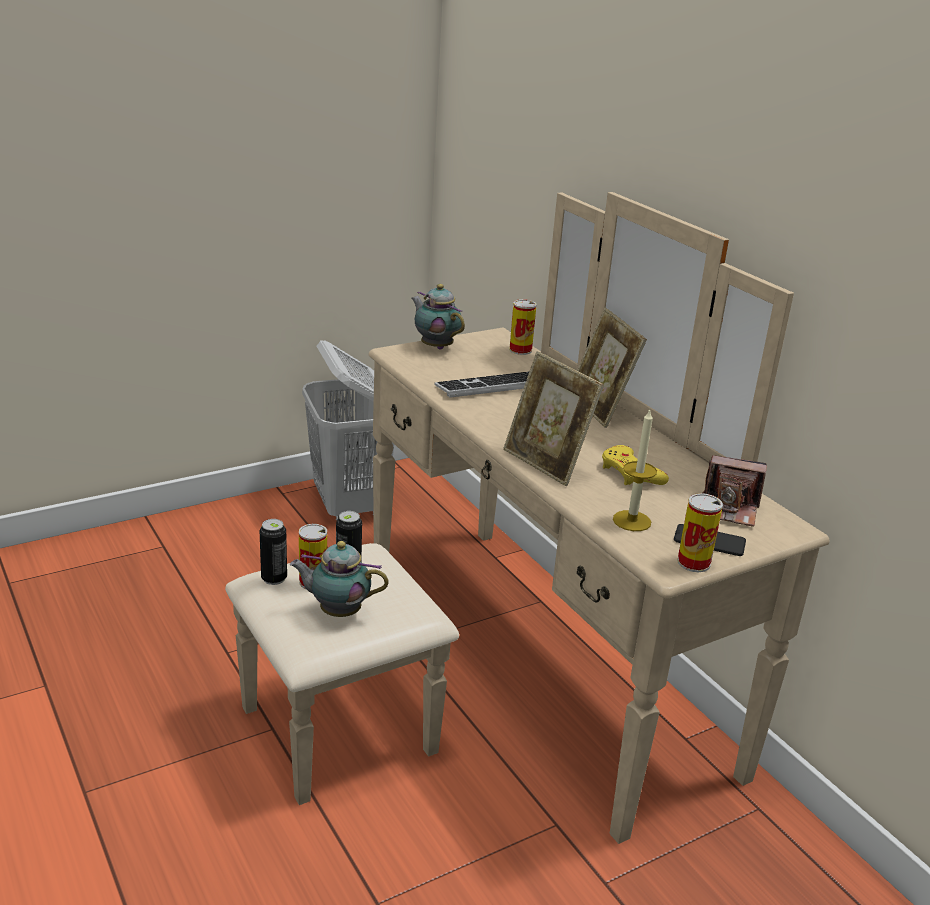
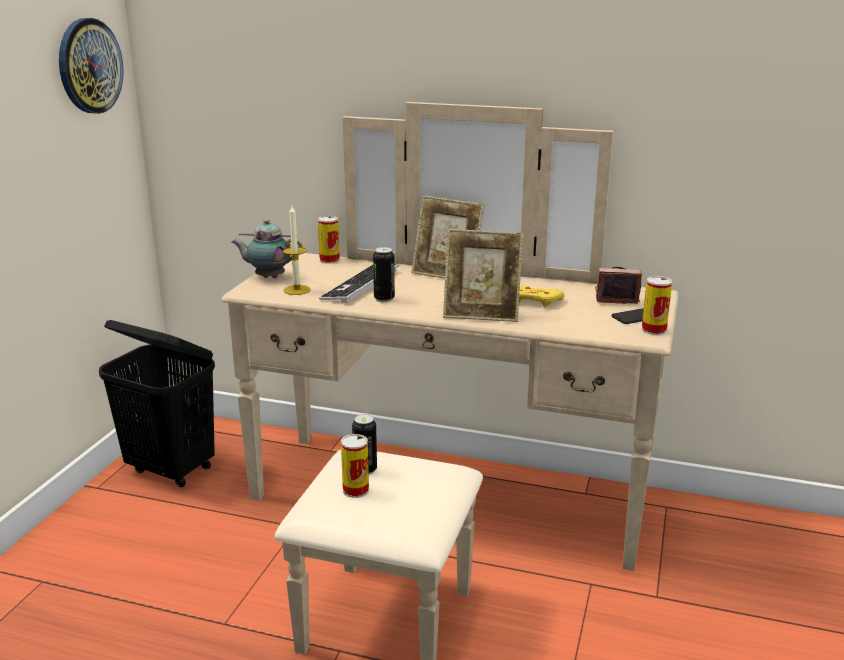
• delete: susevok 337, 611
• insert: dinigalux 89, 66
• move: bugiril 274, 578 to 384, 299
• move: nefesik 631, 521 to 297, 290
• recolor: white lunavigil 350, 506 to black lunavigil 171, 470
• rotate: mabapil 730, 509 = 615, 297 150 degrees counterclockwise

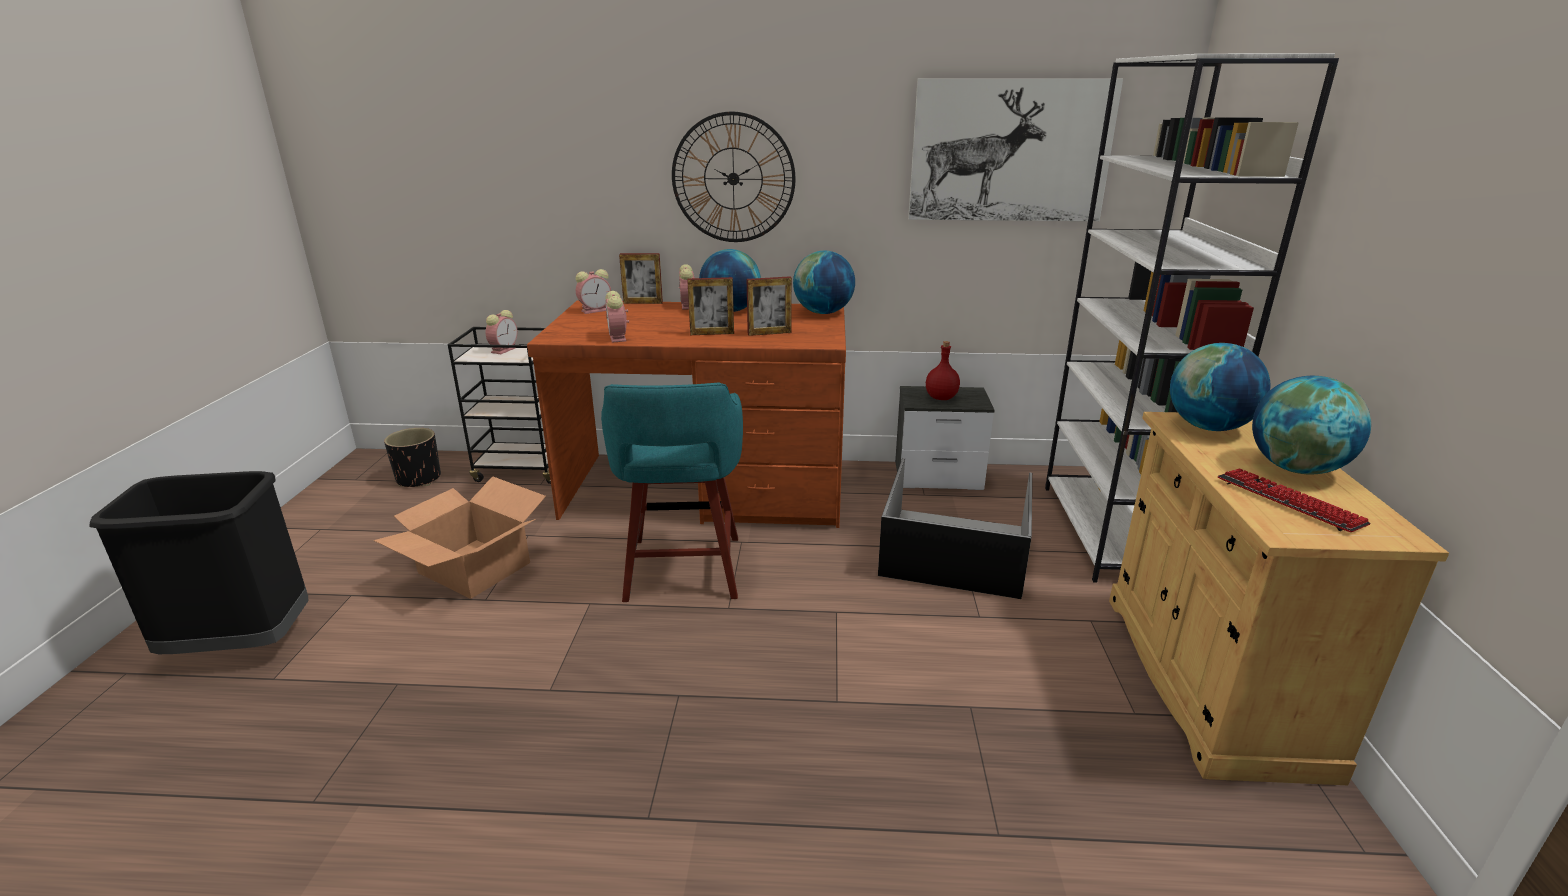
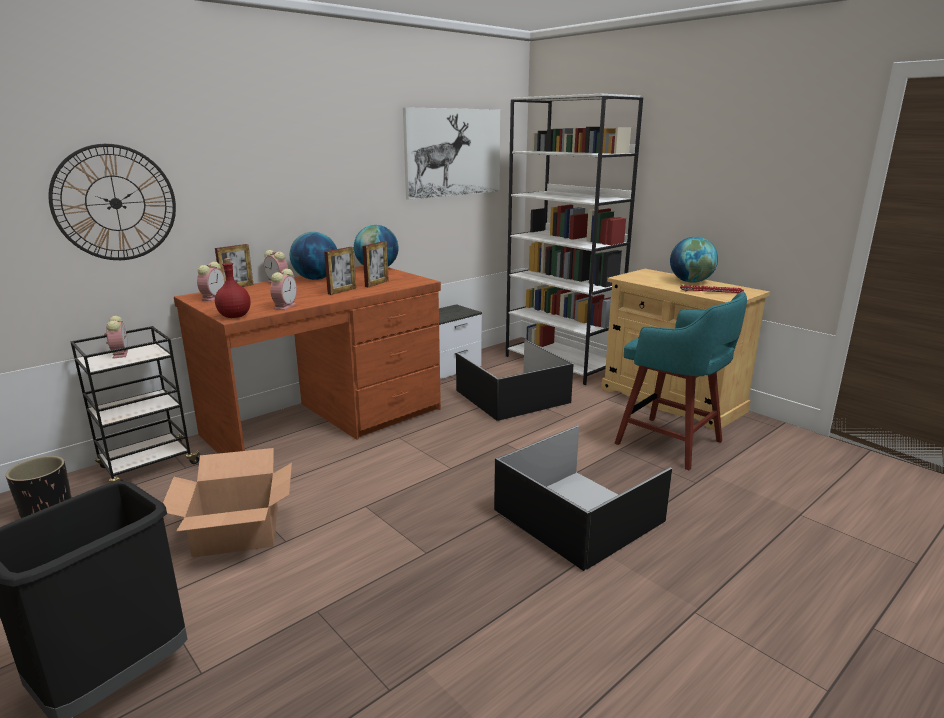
• delete: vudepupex 1208, 427
• insert: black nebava 580, 516
• move: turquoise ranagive 682, 571 to 672, 444
• move: dinigalux 733, 178 to 115, 203
• move: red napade 941, 398 to 234, 316
• rotate: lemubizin 618, 338 = 285, 306 105 degrees counterclockwise

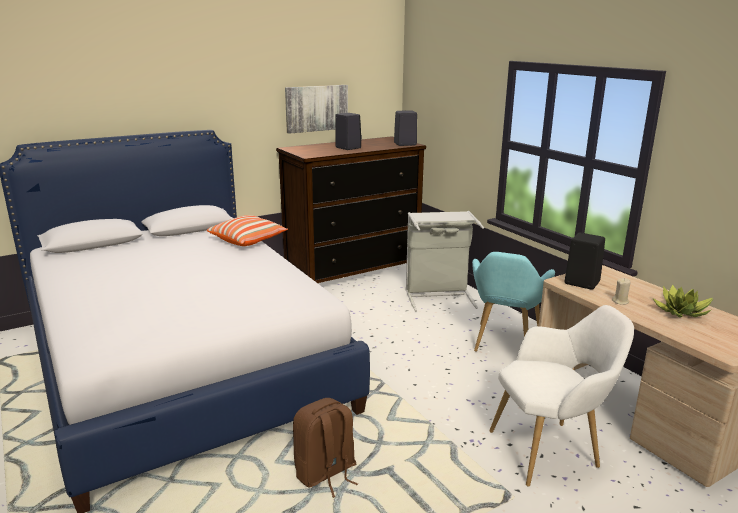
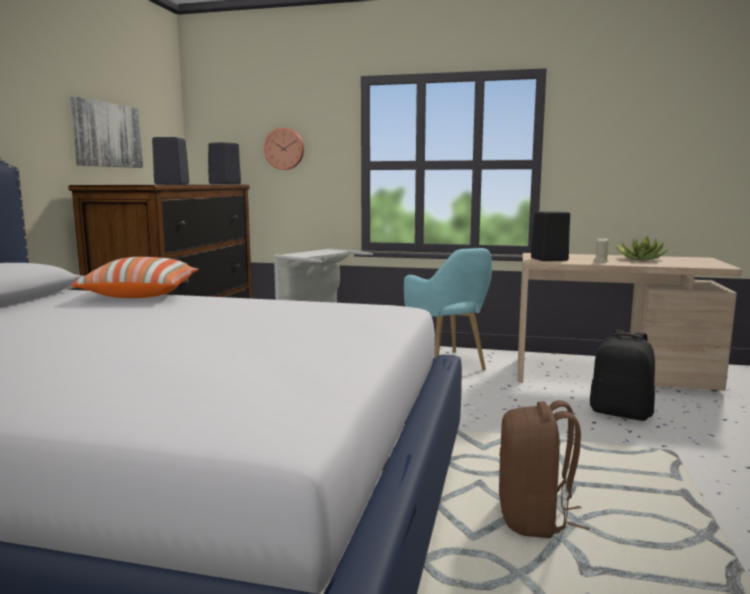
• insert: dinigalux 284, 149
• replace: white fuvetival 551, 450 to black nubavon 621, 413

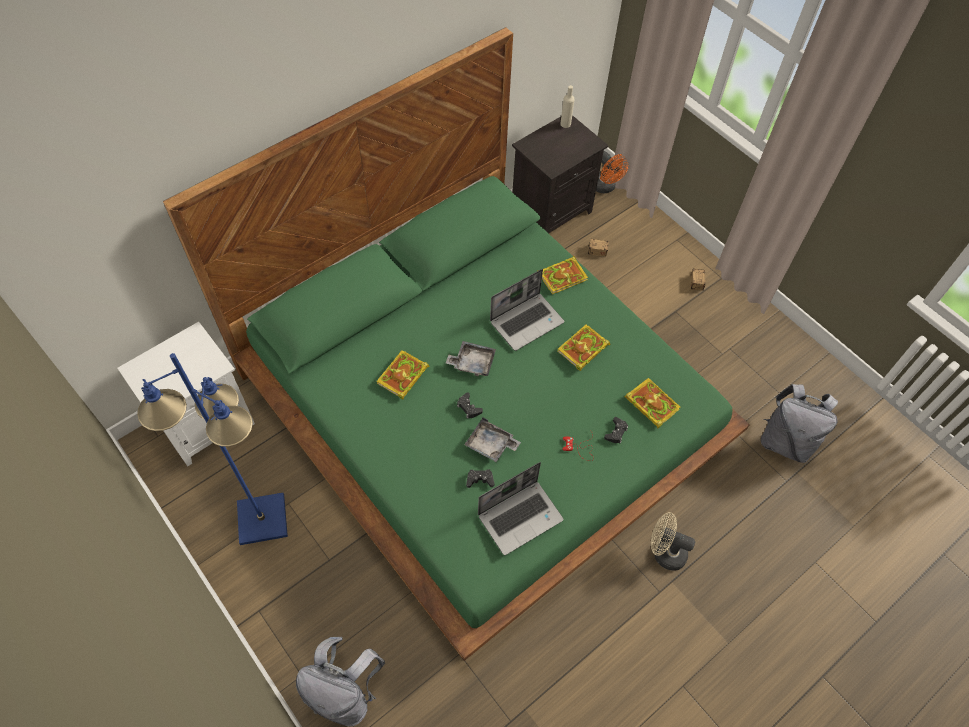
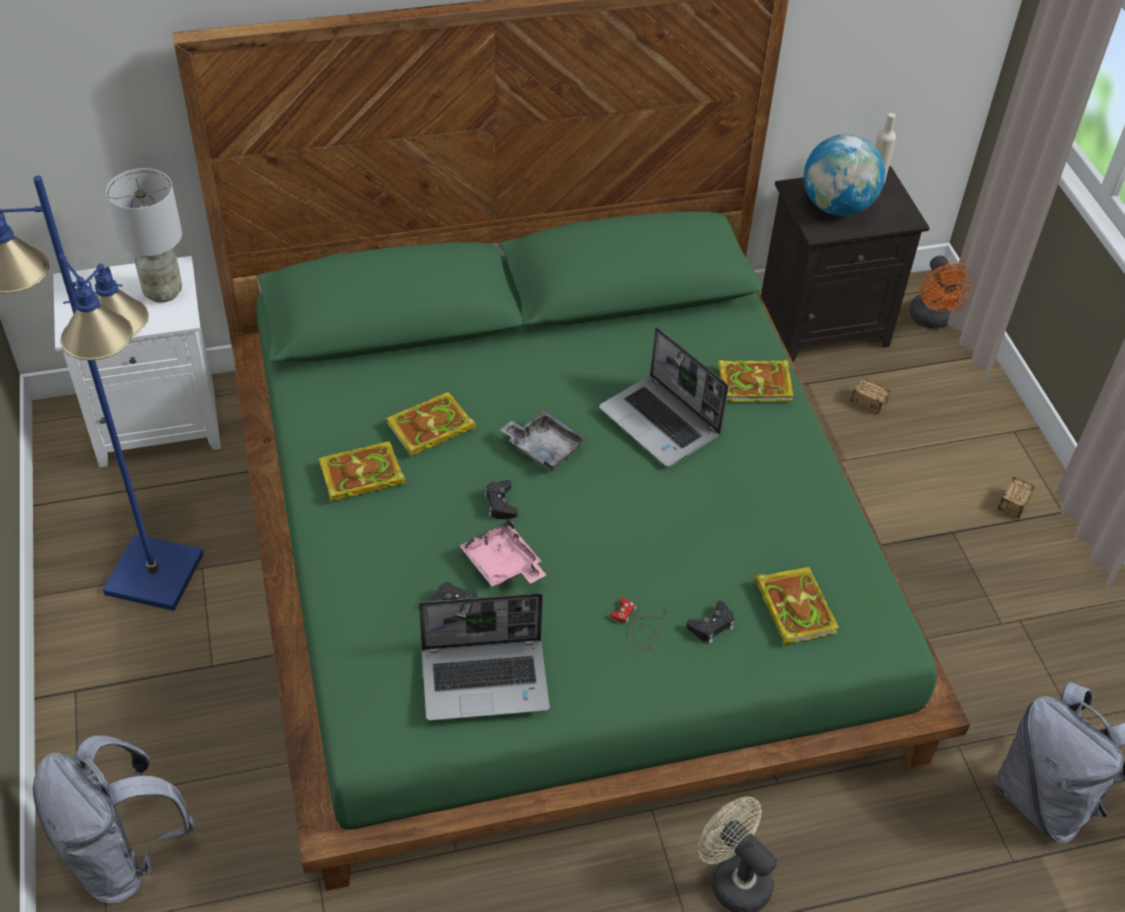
• insert: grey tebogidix 163, 292
• insert: vudepupex 837, 207
• move: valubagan 582, 350 to 360, 476
• recolor: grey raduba 491, 444 to pink raduba 502, 565
• rotate: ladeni 527, 321 = 661, 423 60 degrees clockwise

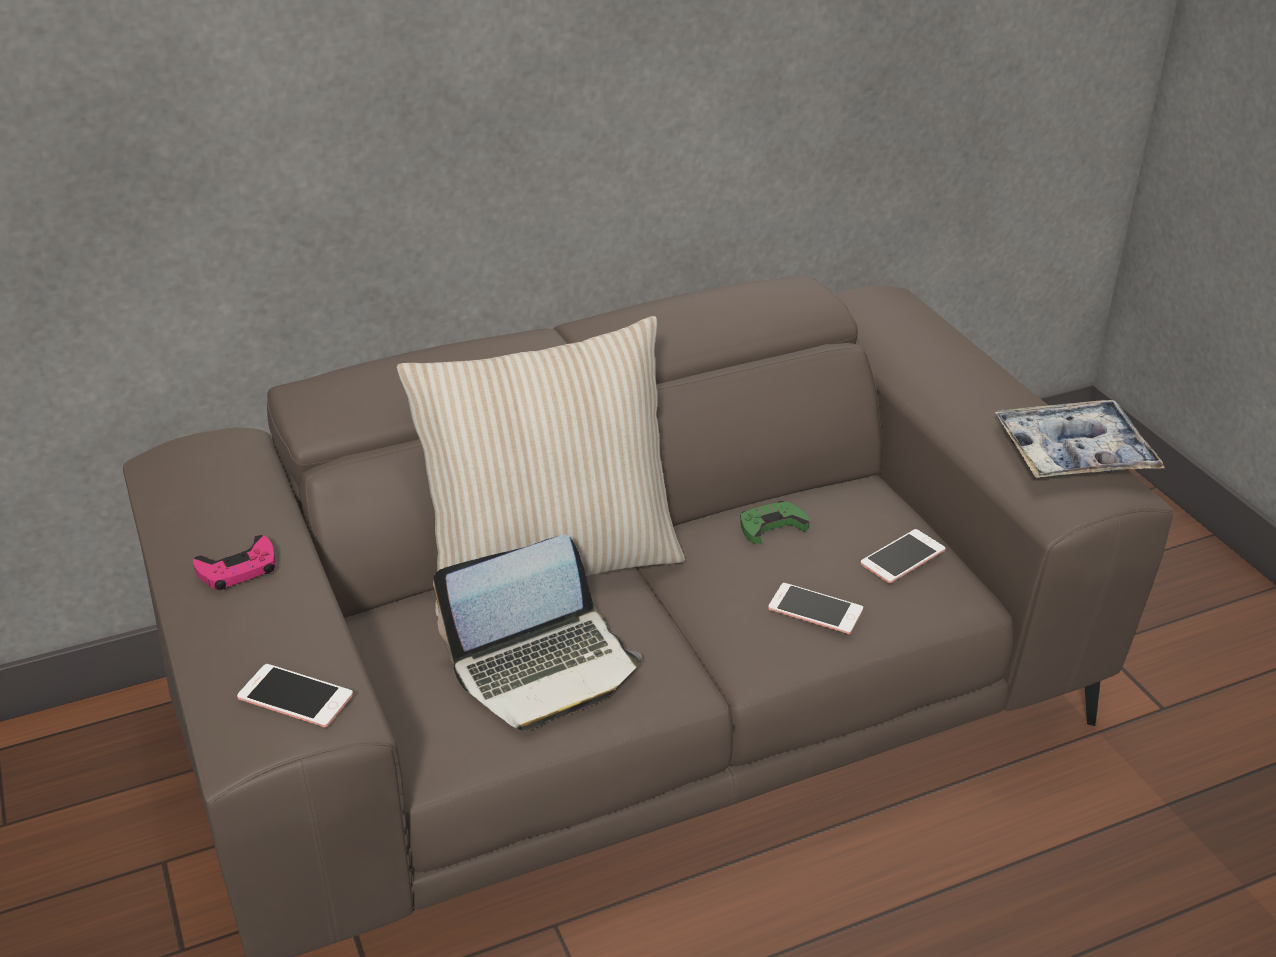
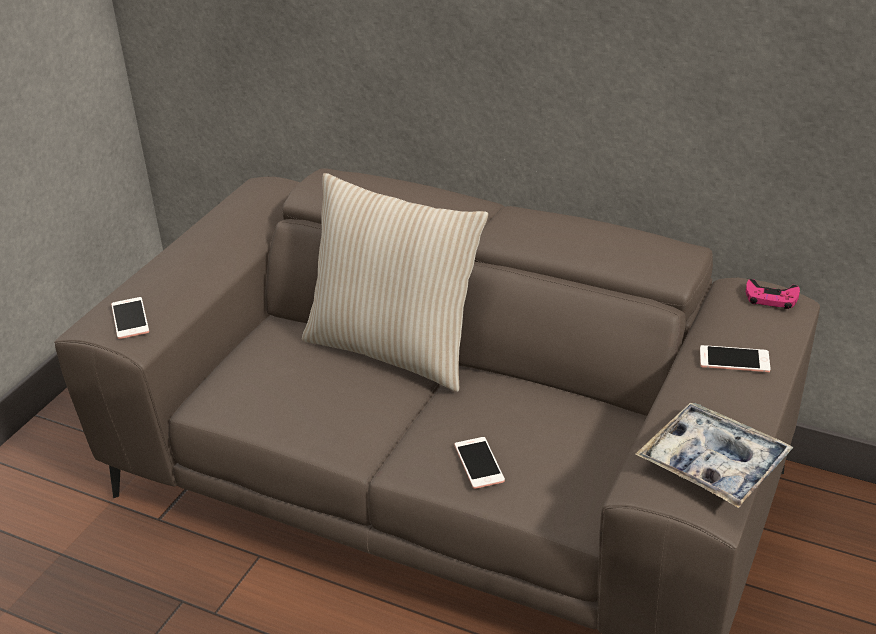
• delete: ladeni 544, 667
• delete: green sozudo 771, 526
• move: pink sozudo 238, 569 to 771, 298
• move: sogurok 902, 557 to 734, 360

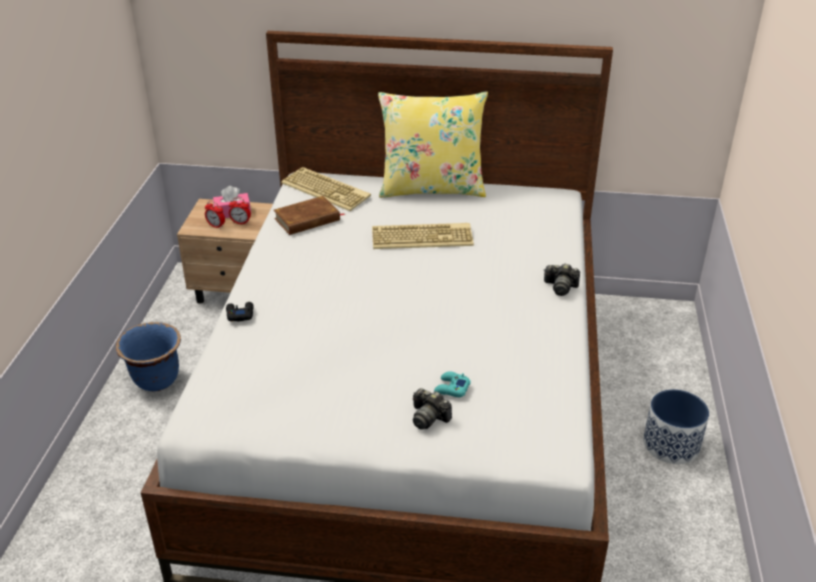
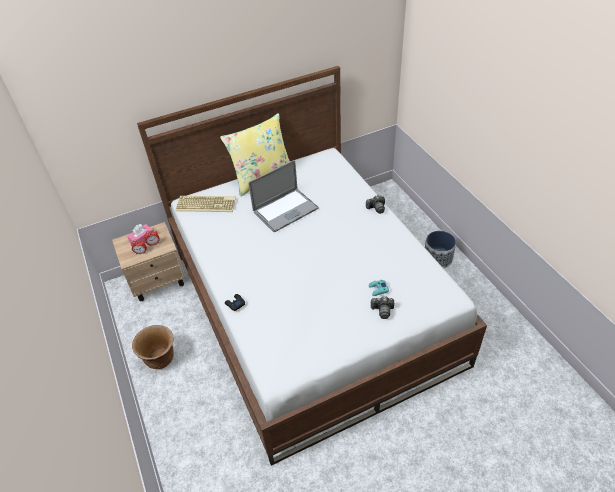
• delete: brown valubagan 307, 219
• replace: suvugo 423, 237 to ladeni 285, 210
• recolor: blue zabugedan 157, 380 to brown zabugedan 161, 359

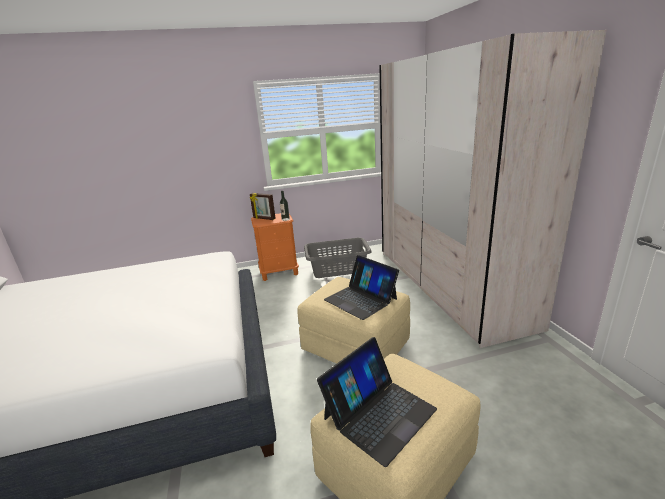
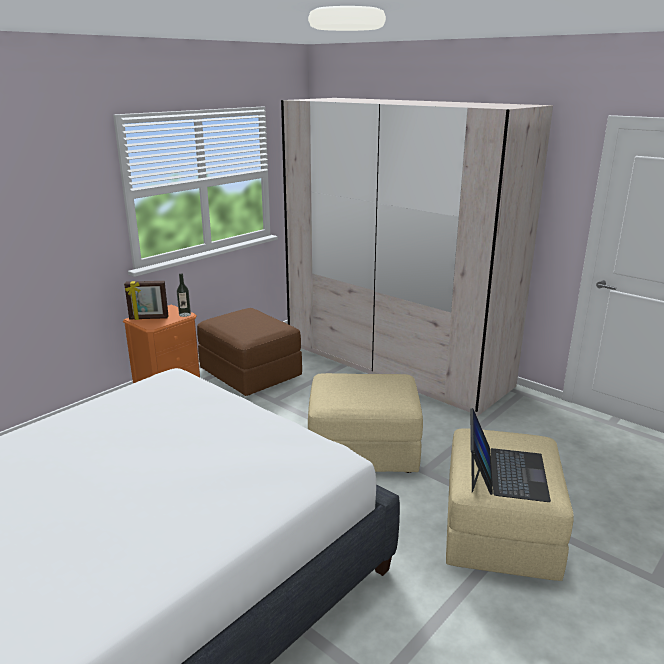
• delete: ladeni 361, 299
• replace: grey lunavigil 338, 269 to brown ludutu 251, 374

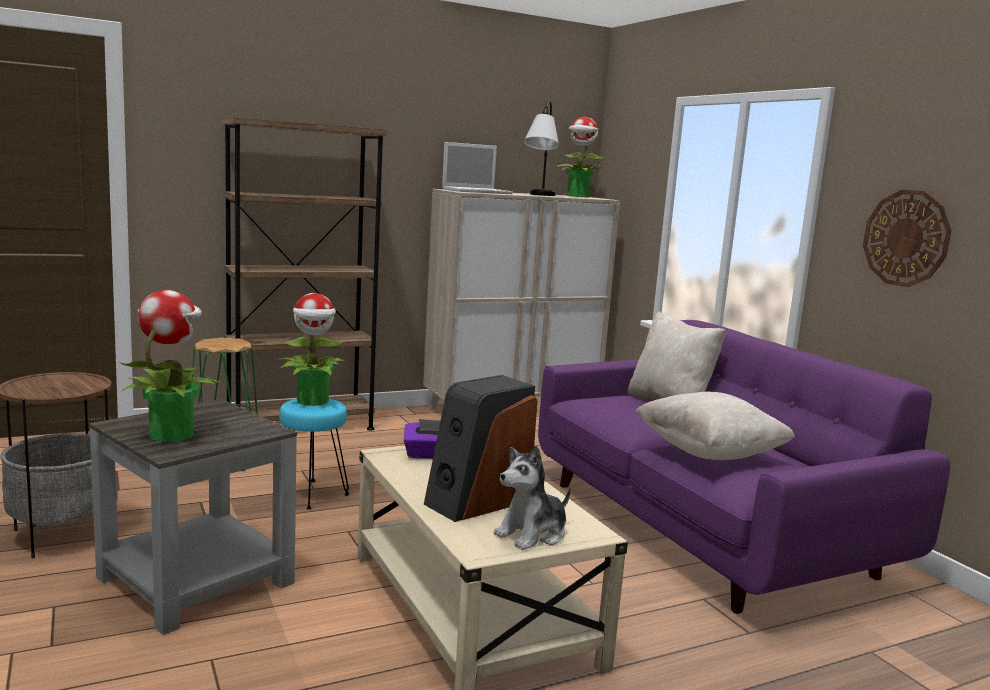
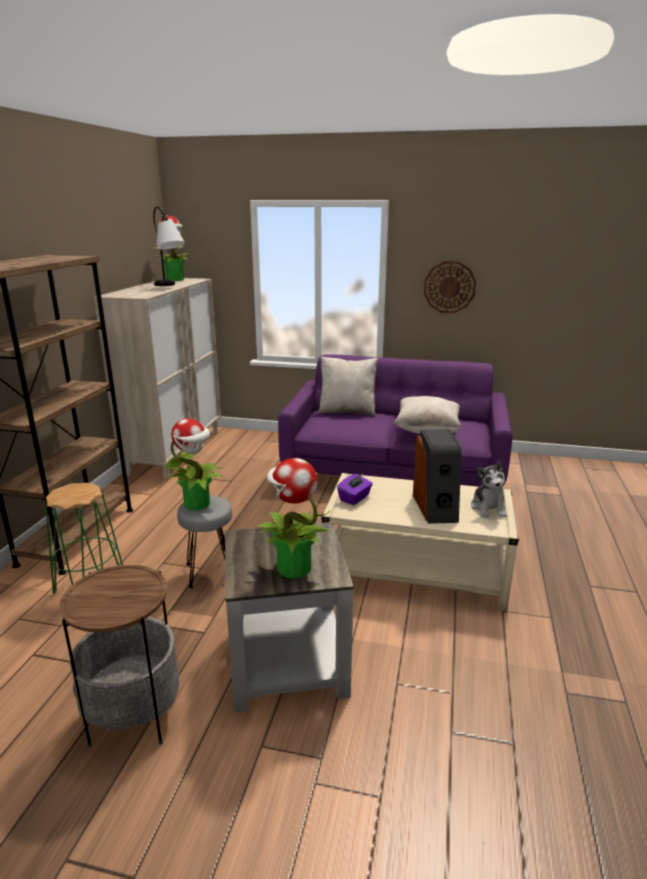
• delete: ladeni 478, 191
• recolor: turquoise ranagive 312, 494 to grey ranagive 210, 572

